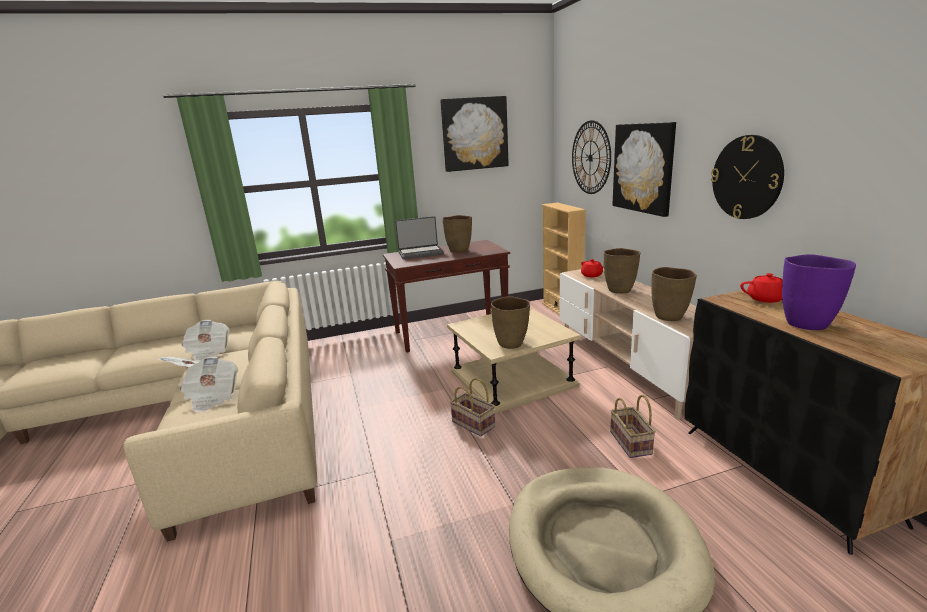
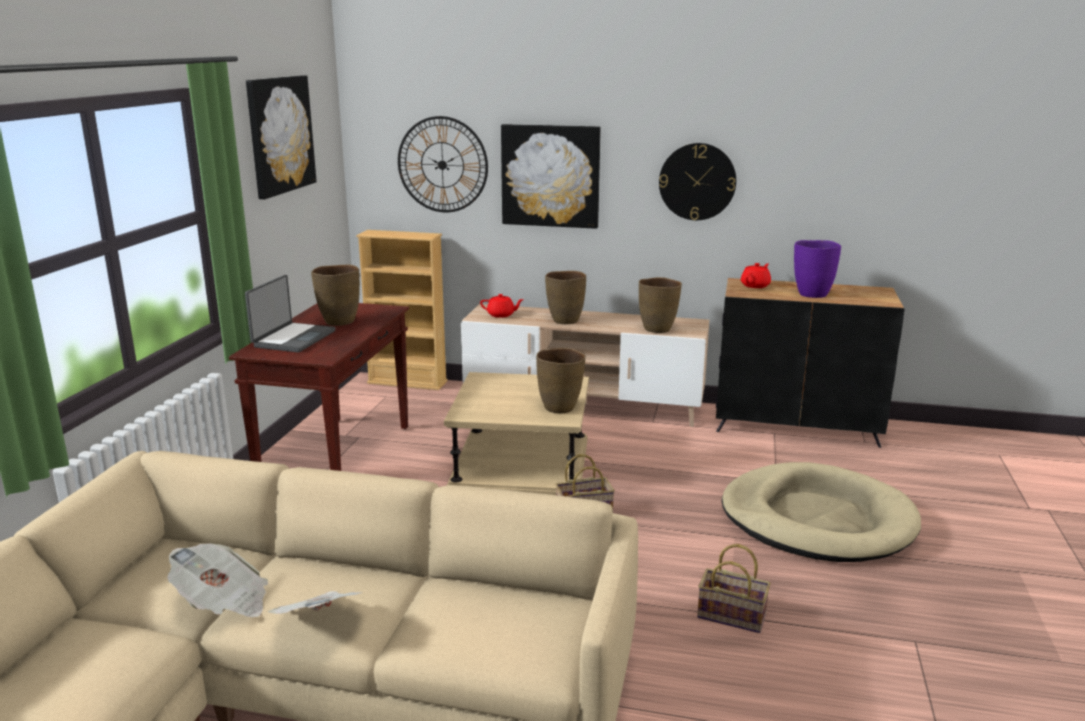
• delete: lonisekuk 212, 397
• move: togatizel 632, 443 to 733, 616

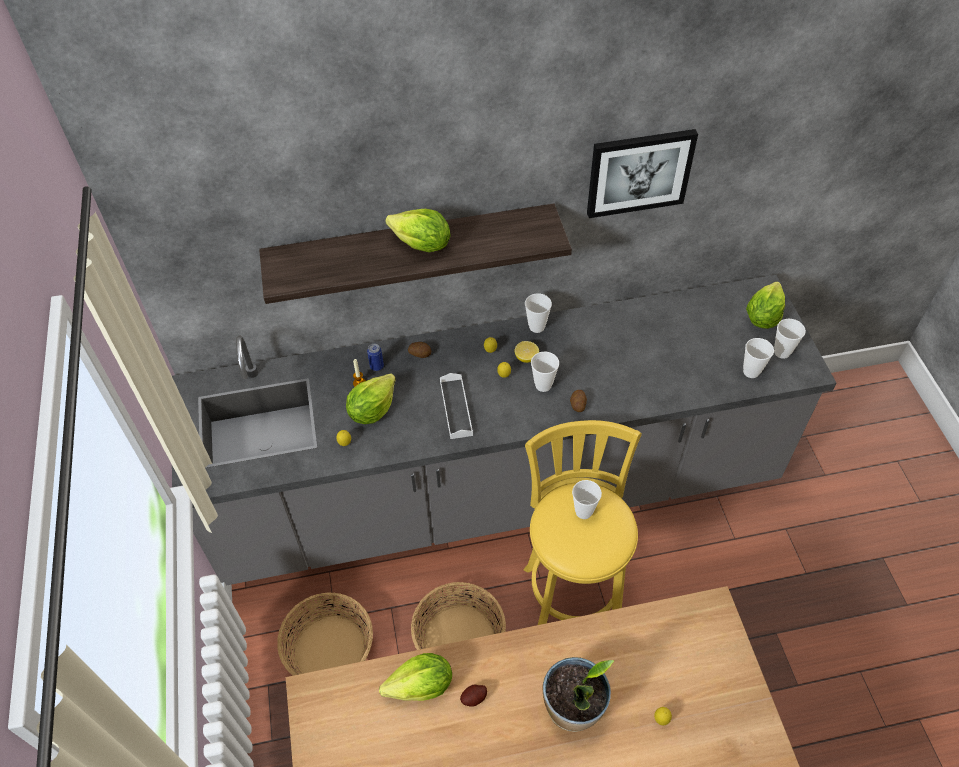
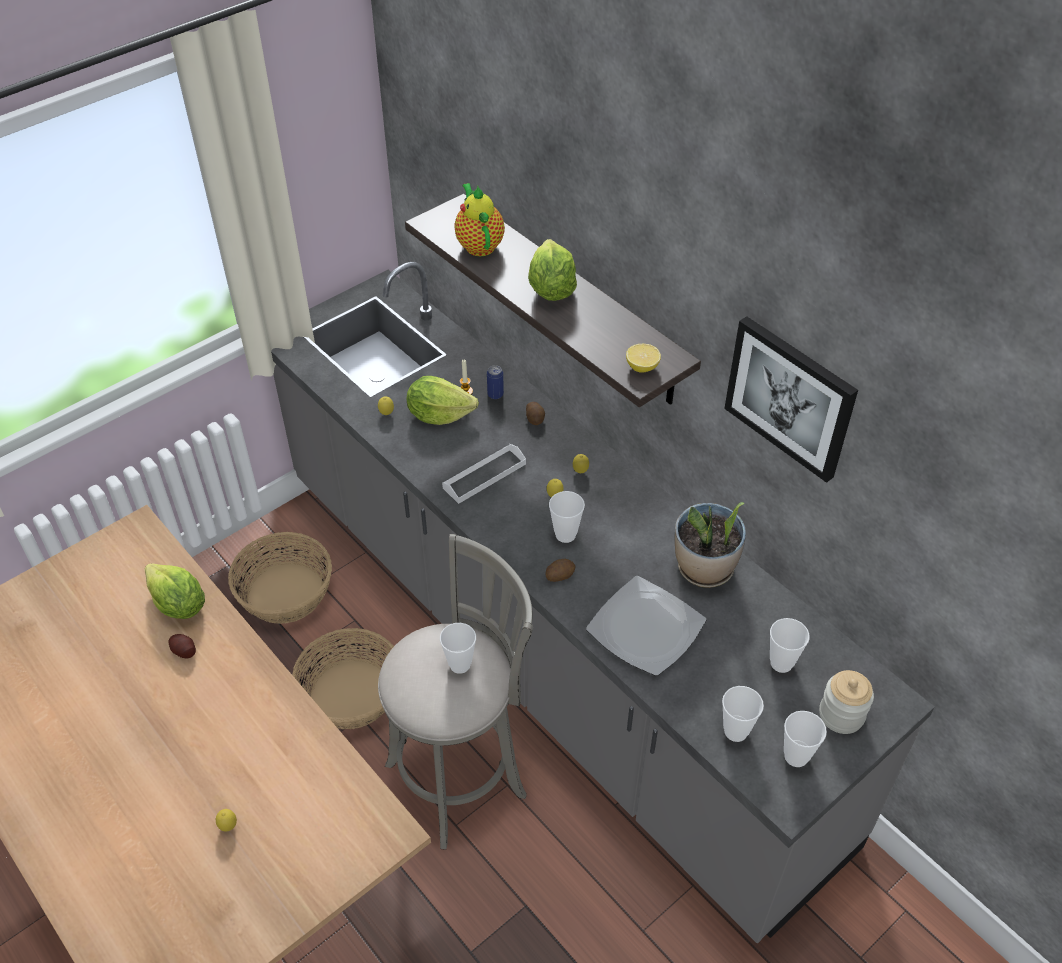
• insert: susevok 479, 244
• insert: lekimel 645, 630
• move: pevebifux 526, 357 to 642, 367
• move: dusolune 536, 327 to 781, 663
• move: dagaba 573, 708 to 704, 569
• replace: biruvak 762, 317 to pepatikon 841, 714
• recolor: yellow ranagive 571, 593 to grey ranagive 462, 776

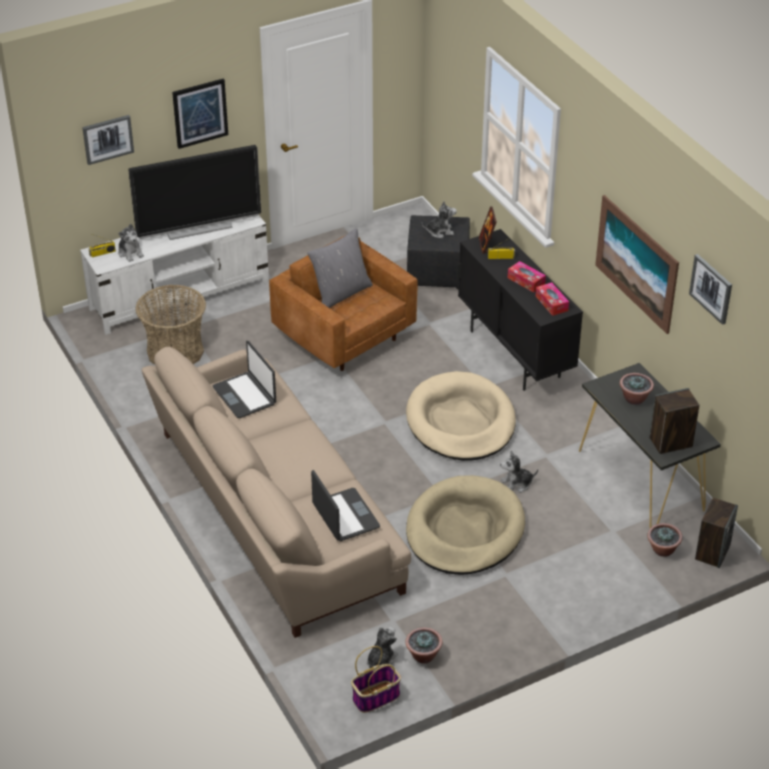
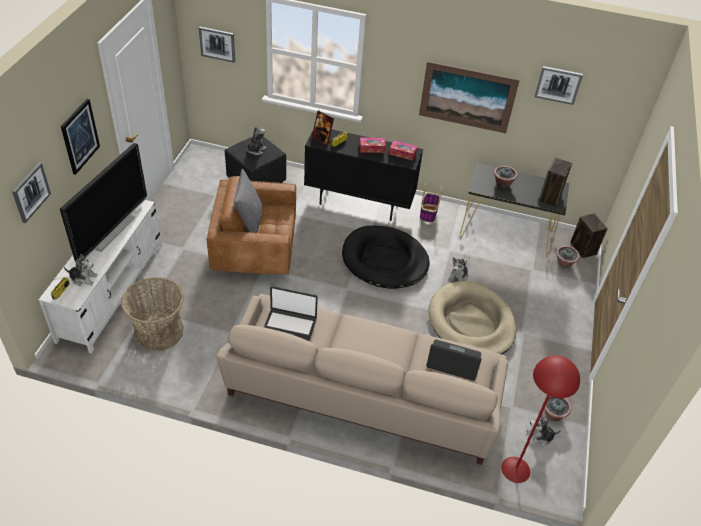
• insert: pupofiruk 217, 44
• insert: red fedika 515, 469
• move: togatizel 376, 696 to 428, 213
• recolor: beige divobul 461, 421 to black divobul 384, 260
• rotate: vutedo 381, 661 = 539, 437 75 degrees counterclockwise

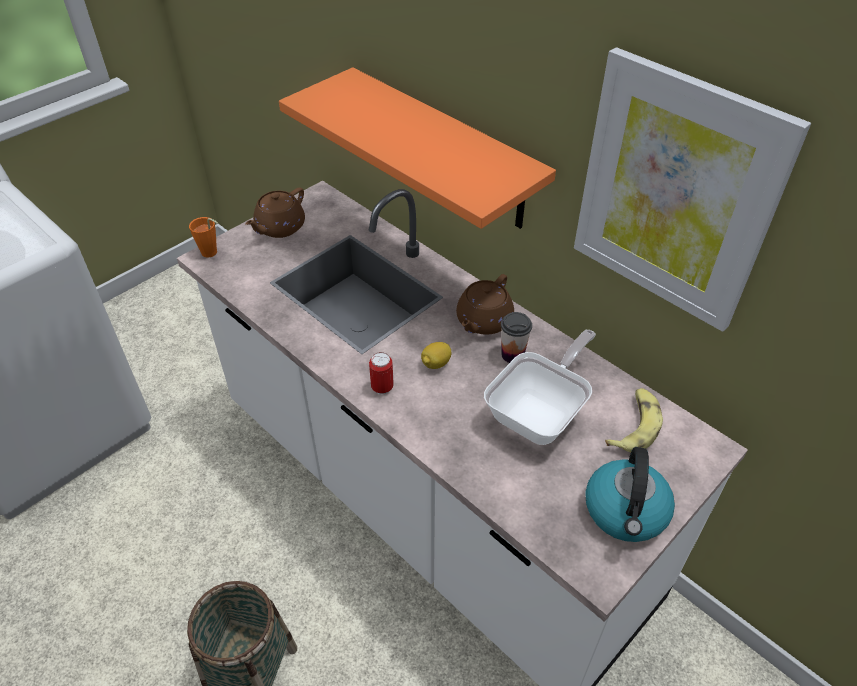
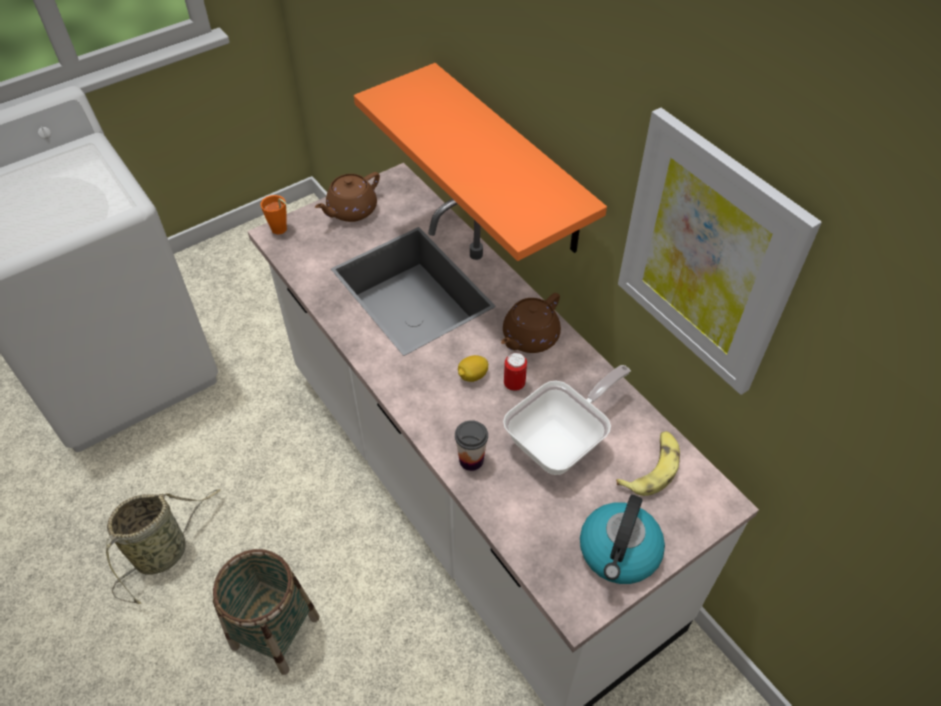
• insert: togatizel 164, 551
• move: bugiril 382, 387 to 514, 384
• move: dusolune 512, 355 to 471, 460

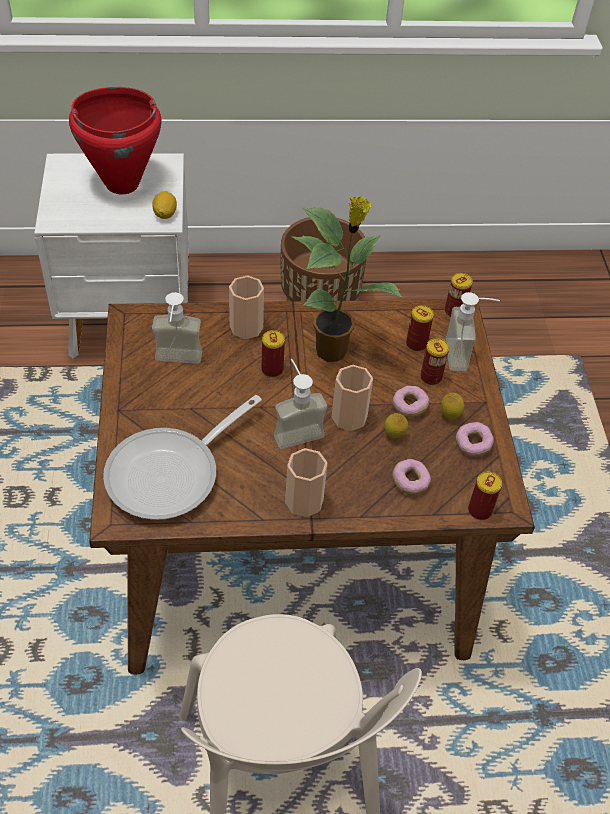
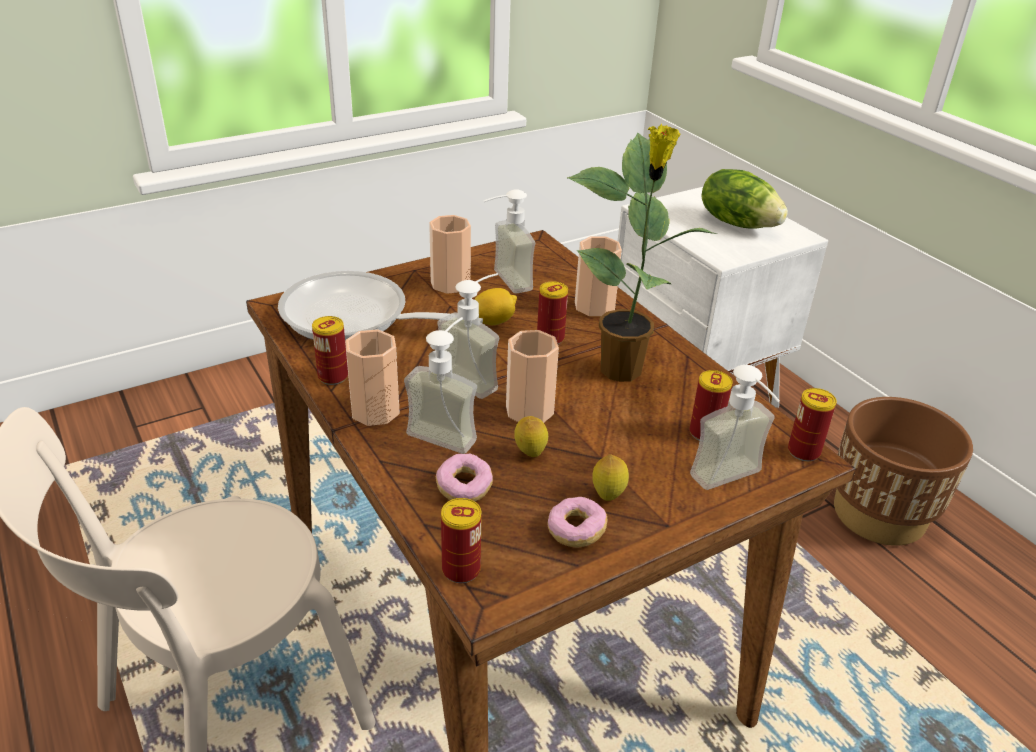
• delete: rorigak 409, 406
• insert: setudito 448, 429
• insert: dusolune 450, 284
• move: pevebifux 165, 214 to 494, 321
• move: bugiril 431, 377 to 333, 376
• replace: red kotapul 121, 183 to biruvak 738, 223

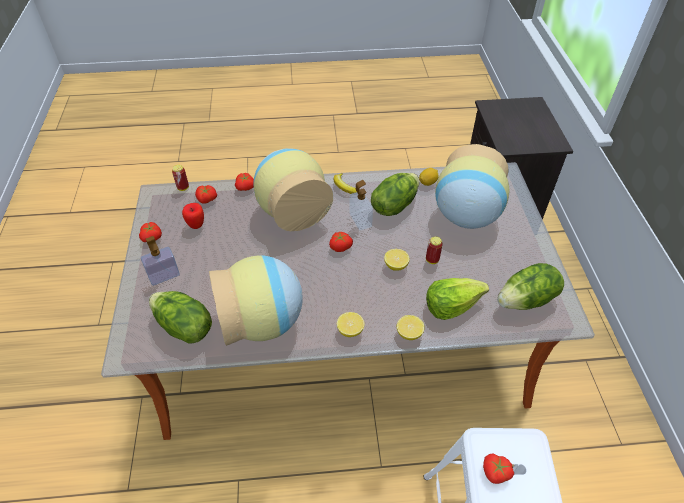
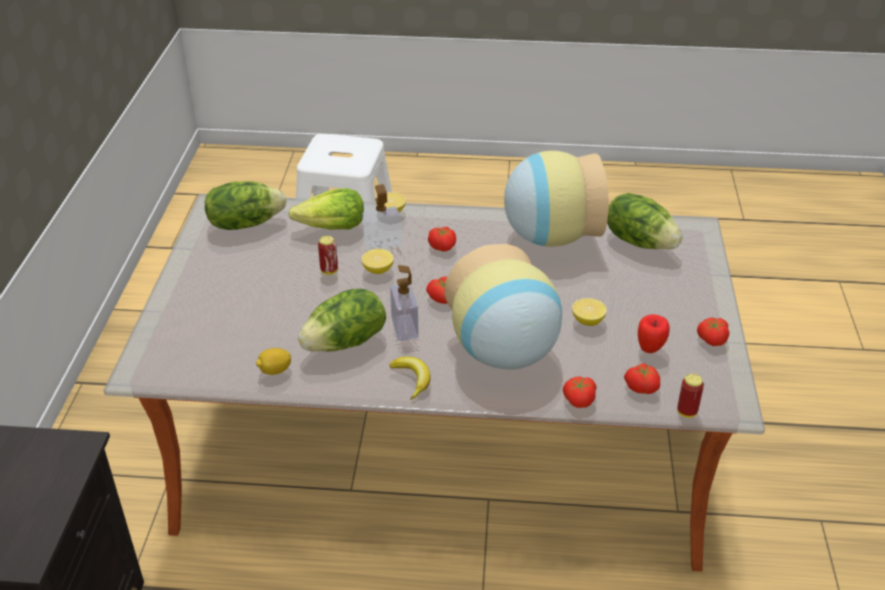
• delete: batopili 466, 216
• move: setudito 164, 275 to 382, 244
• move: pevebifux 350, 330 to 587, 321
• move: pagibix 495, 473 to 443, 246

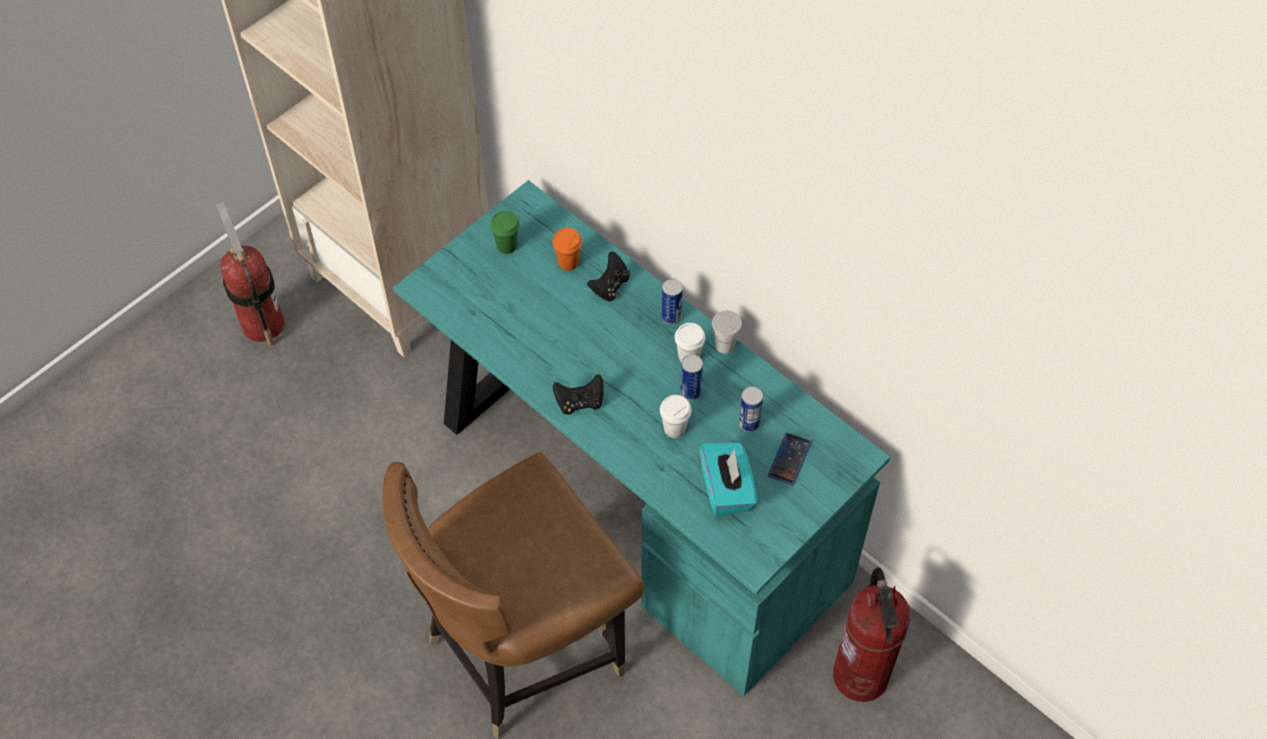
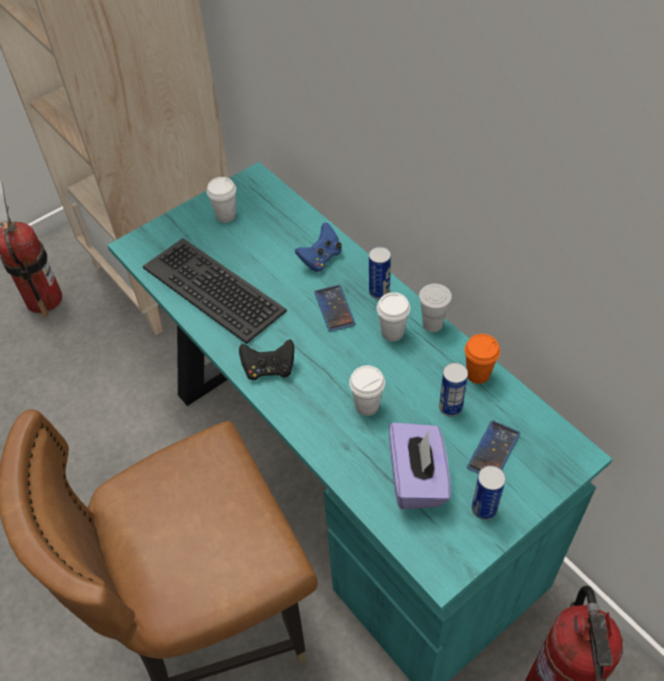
• insert: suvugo 214, 289
• insert: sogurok 334, 308
• move: orange dusolune 568, 262 to 478, 374
• move: bugiril 690, 392 to 484, 509
• recolor: green dusolune 507, 245 to white dusolune 226, 215
• recolor: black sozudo 610, 286 to blue sozudo 321, 258
• recolor: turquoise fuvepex 726, 490 to purple fuvepex 417, 479

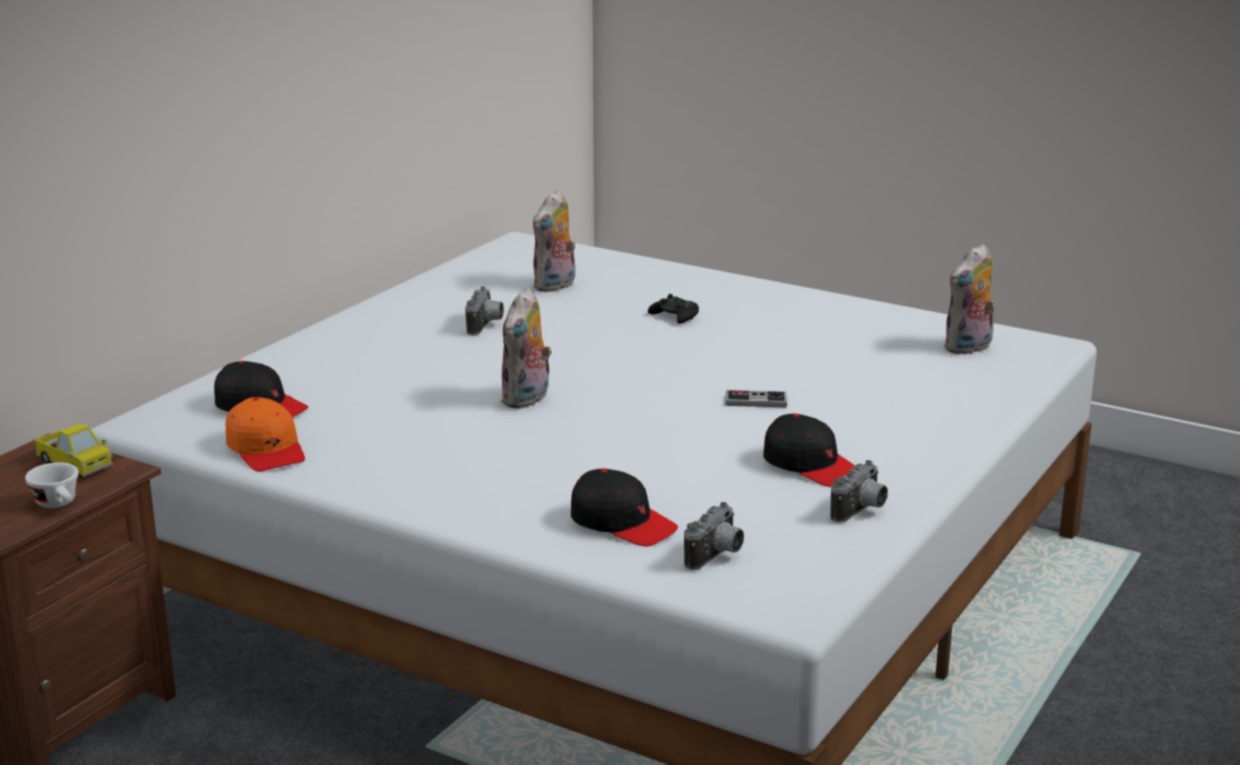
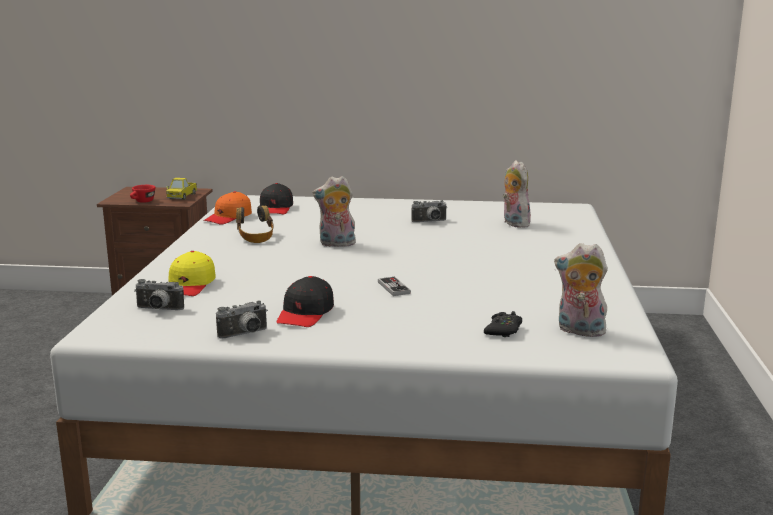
• insert: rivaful 255, 238
• move: black sozudo 675, 316 to 503, 330
• recolor: white dusolune 59, 504 to red dusolune 142, 202
• recolor: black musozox 622, 523 to yellow musozox 190, 285
• rotate: vutedo 555, 286 = 513, 223 60 degrees clockwise
• rotate: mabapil 861, 511 = 245, 334 45 degrees counterclockwise

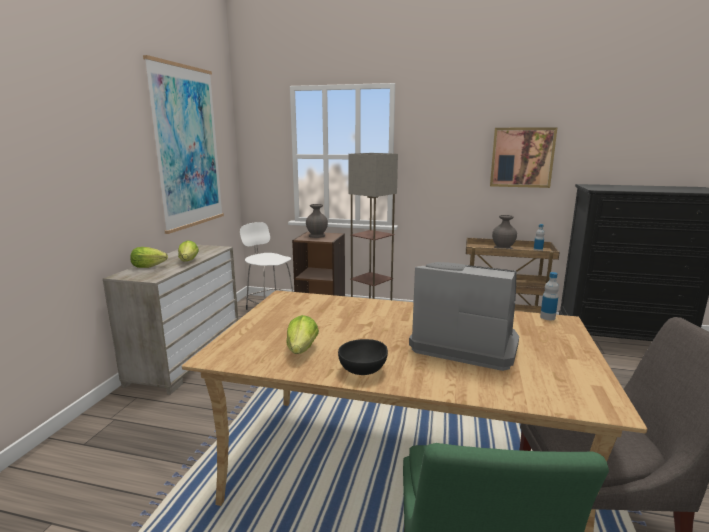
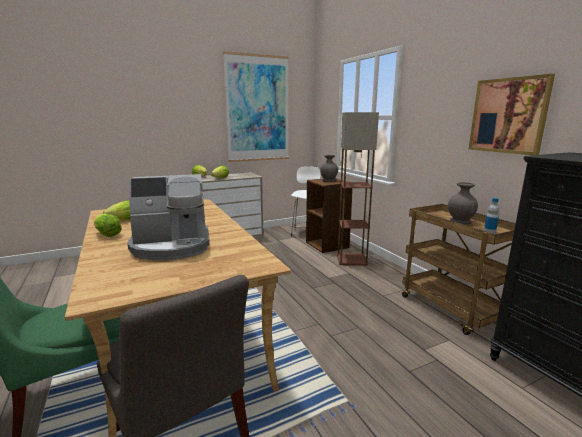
• delete: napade 547, 317
• replace: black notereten 364, 370 to biruvak 107, 235
• rotate: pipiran 464, 344 = 172, 246 90 degrees clockwise

